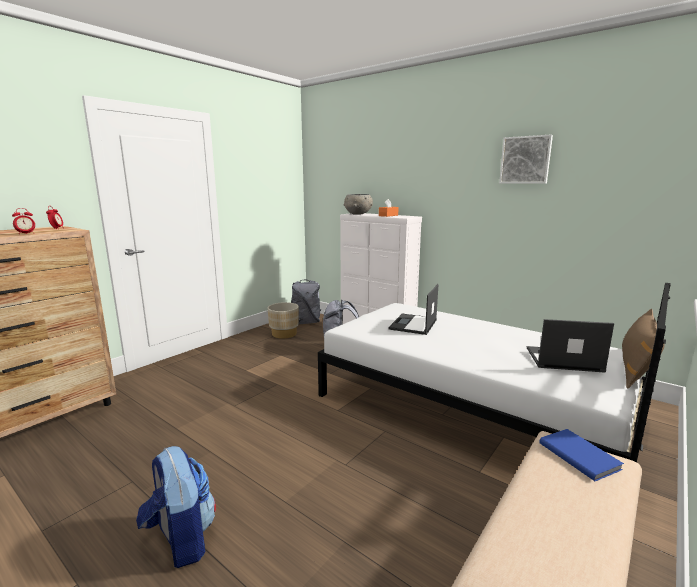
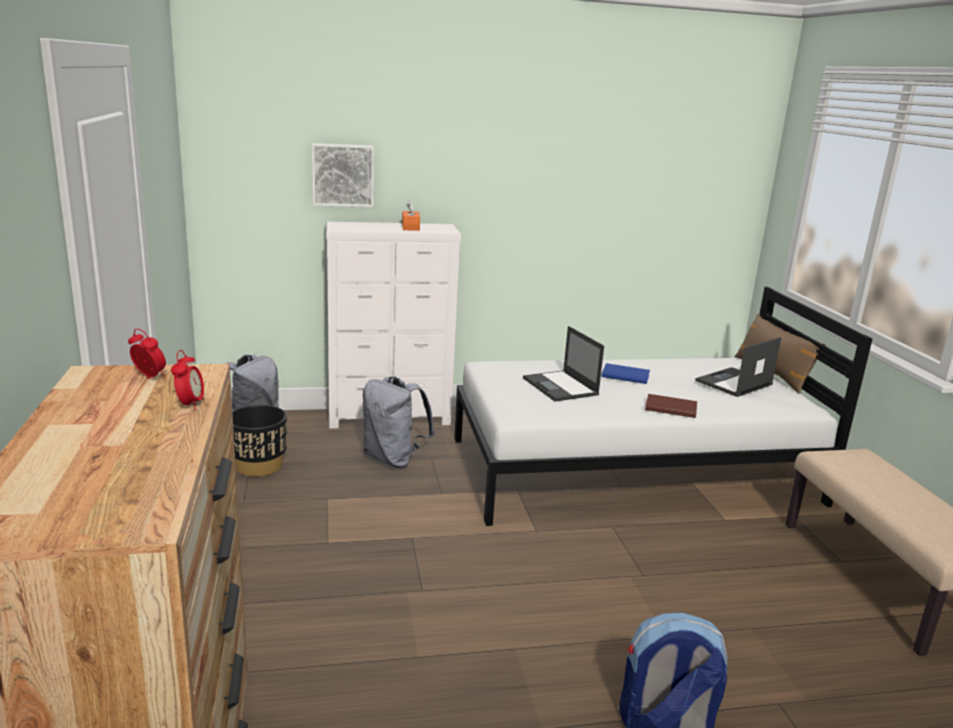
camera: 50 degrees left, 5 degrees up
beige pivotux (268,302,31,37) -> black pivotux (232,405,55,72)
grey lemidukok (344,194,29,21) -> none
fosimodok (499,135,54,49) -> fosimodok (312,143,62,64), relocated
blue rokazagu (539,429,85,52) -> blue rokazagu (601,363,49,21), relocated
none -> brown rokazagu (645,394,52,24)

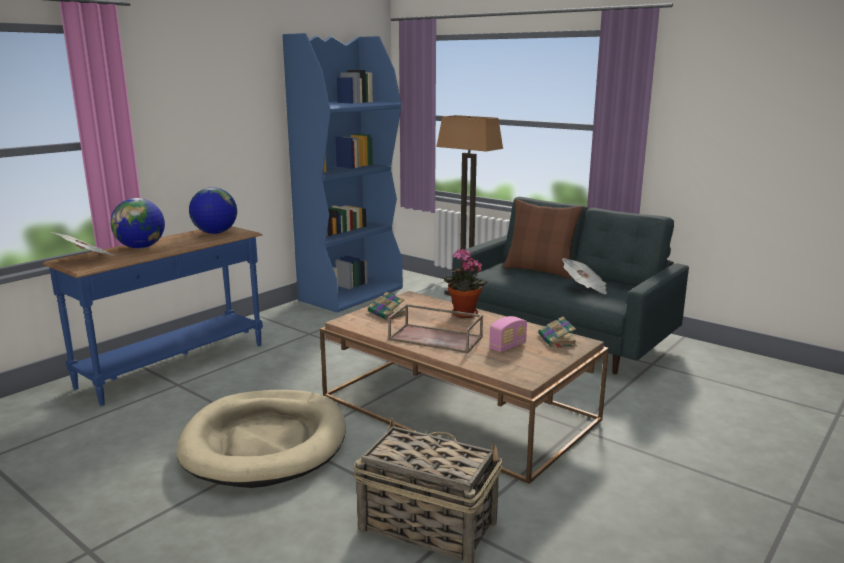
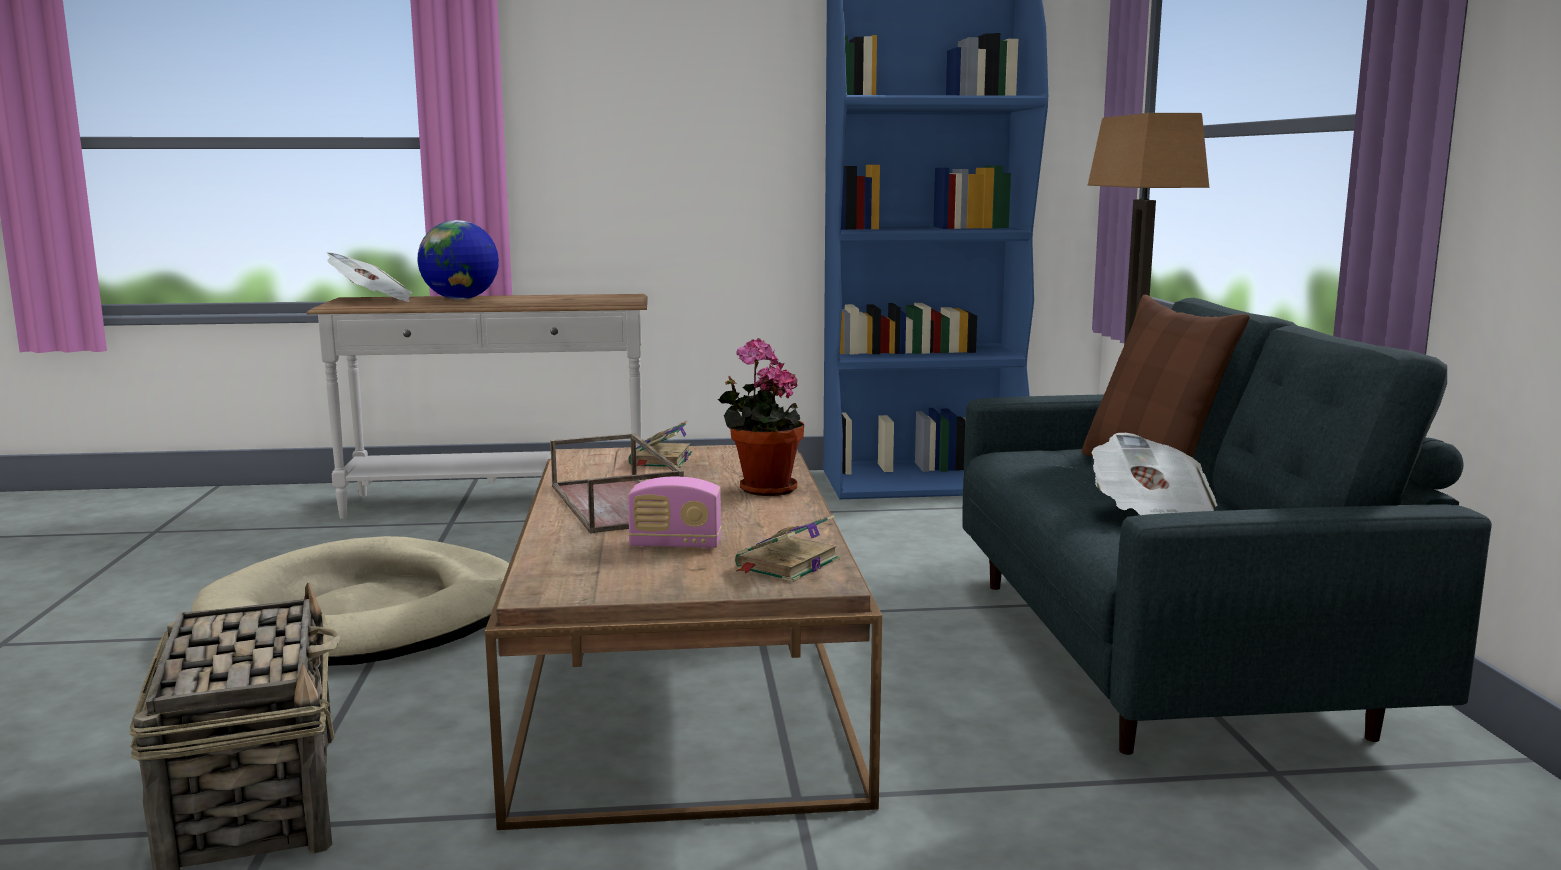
camera: 45 degrees right, 5 degrees down
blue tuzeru (43,226,220,180) -> white tuzeru (307,294,341,225)
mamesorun (189,187,48,47) -> none

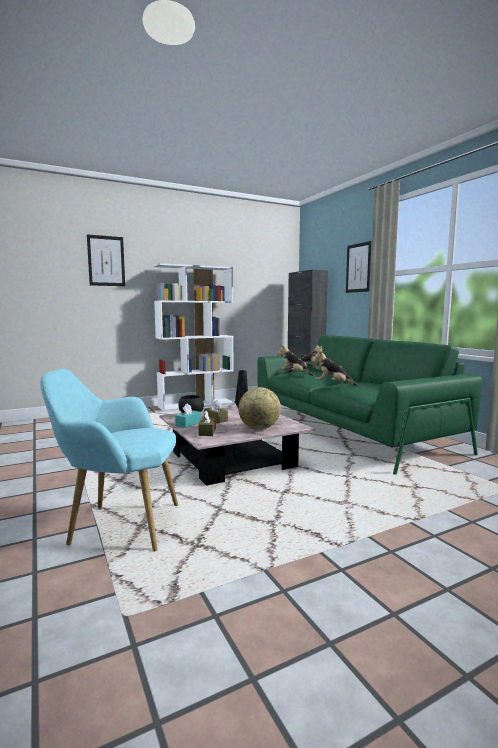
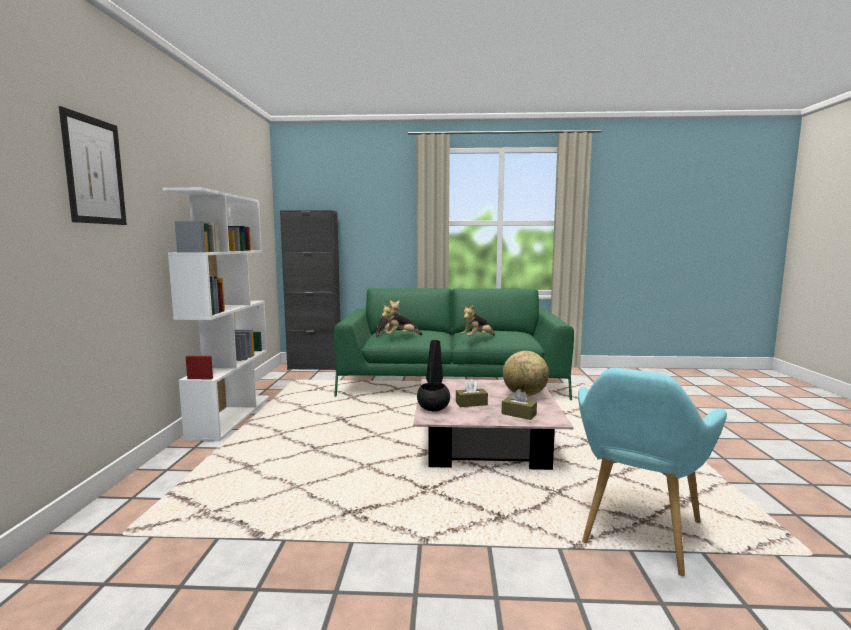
camera: 60 degrees left, 0 degrees up
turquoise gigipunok (175,403,26,25) -> none
fosimodok (346,241,25,52) -> none

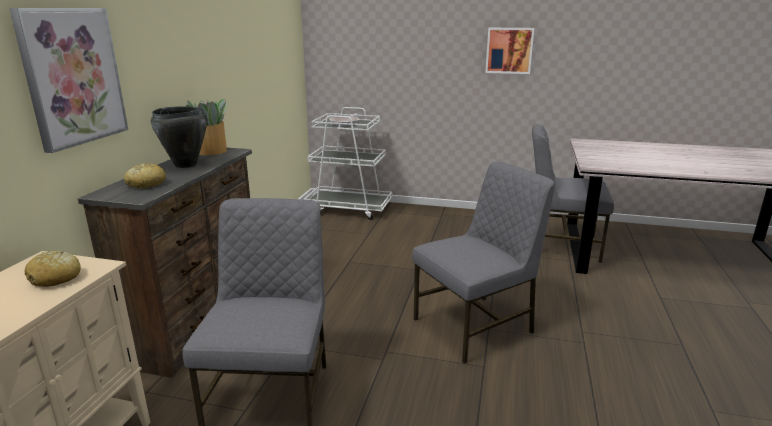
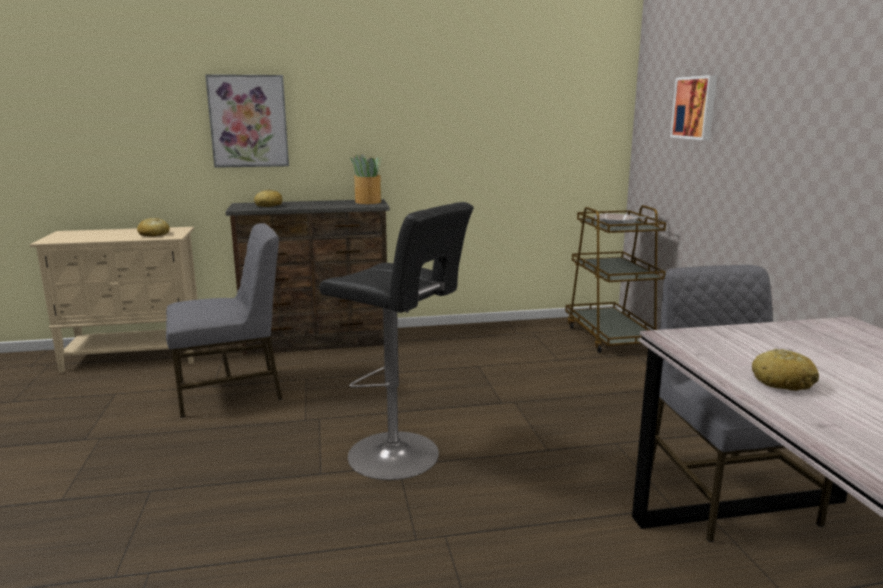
camera: 65 degrees right, 5 degrees down
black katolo (151,107,56,61) -> none
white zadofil (303,107,89,113) -> brown zadofil (565,205,101,148)
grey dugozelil (412,162,143,202) -> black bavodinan (319,202,155,278)
fosimodok (485,28,49,46) -> fosimodok (670,75,47,65), relocated
none -> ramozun (752,348,67,43)

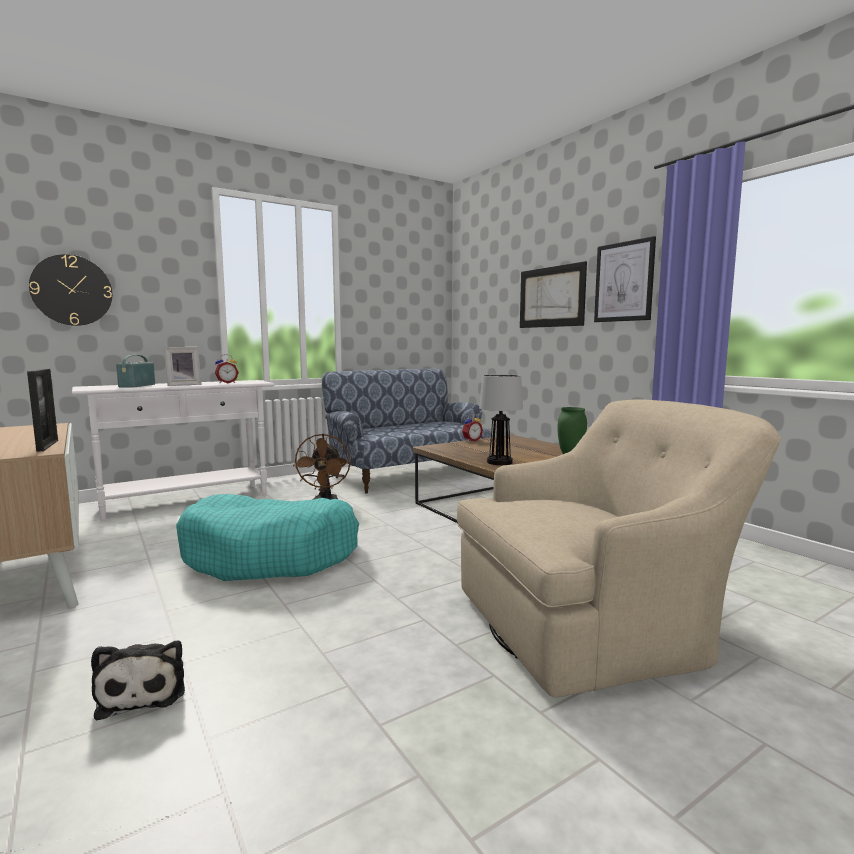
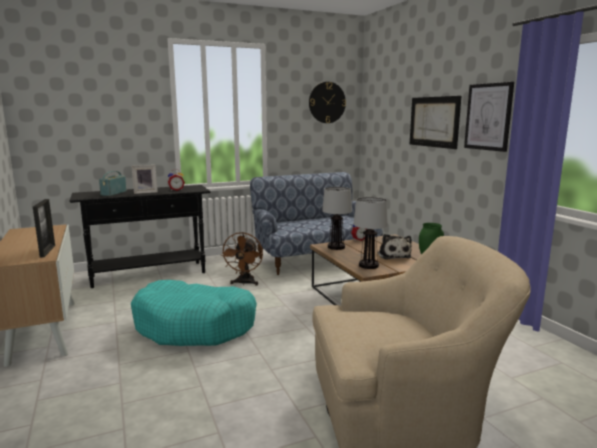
camera: 10 degrees right, 5 degrees up
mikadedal (29,254,83,72) -> mikadedal (309,82,37,41), relocated
white tuzeru (72,380,203,141) -> black tuzeru (69,185,141,103)
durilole (91,640,94,80) -> durilole (378,234,34,26), relocated
none -> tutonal (322,187,30,63)

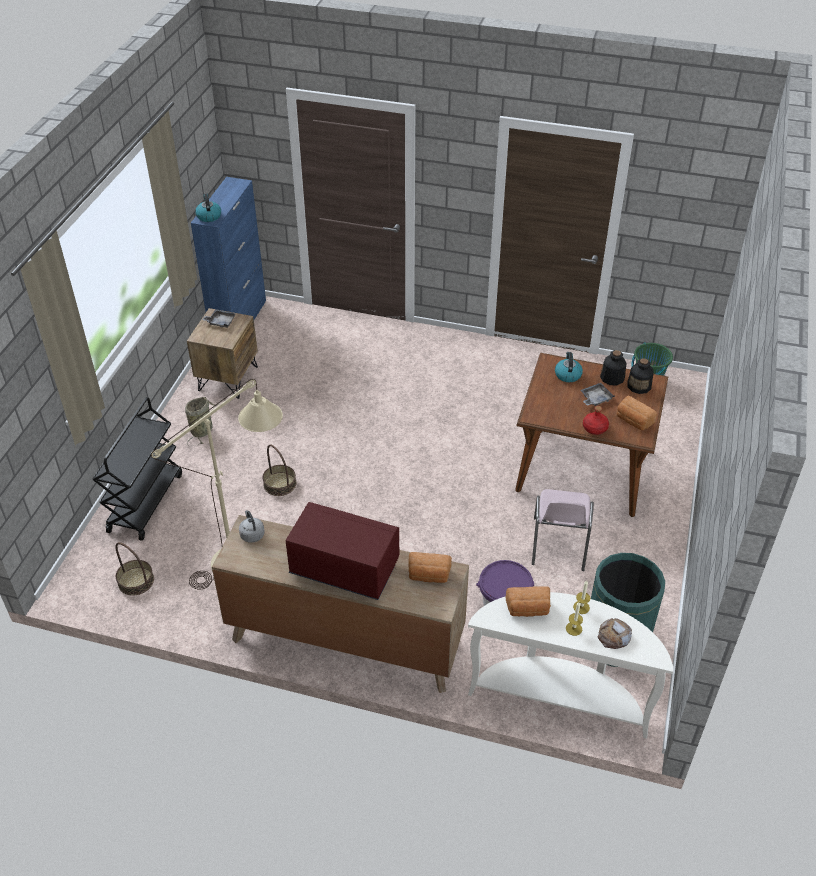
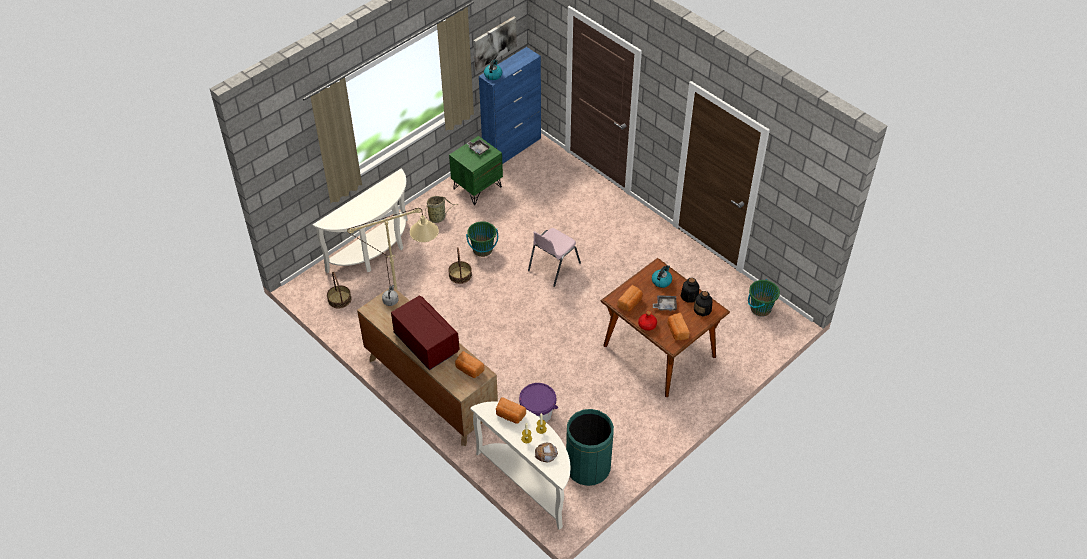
camera: 30 degrees right, 5 degrees up
black zadofil (92,397,90,144) -> white tuzeru (313,169,95,104)
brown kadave (187,308,71,91) -> green kadave (449,136,54,69)
pink dugozelil (532,489,62,82) -> pink dugozelil (528,228,53,59), relocated
none -> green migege (466,221,32,36)
none -> fosimodok (473,16,44,54)
none -> ramozun (617,285,26,27)

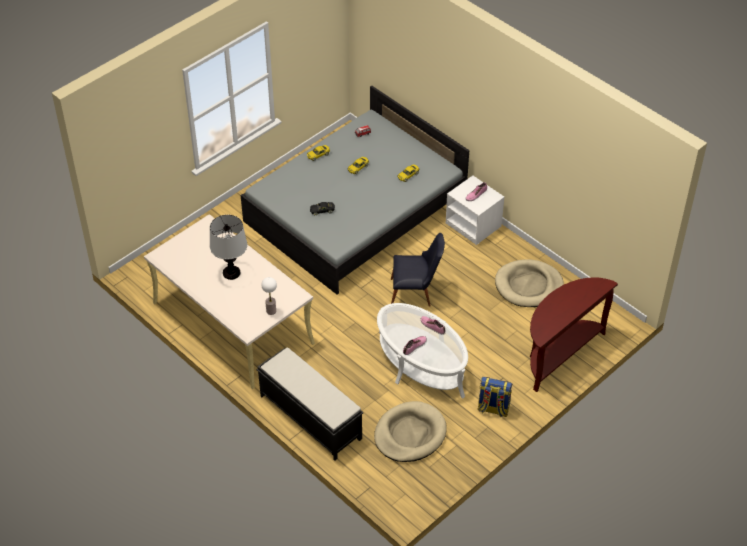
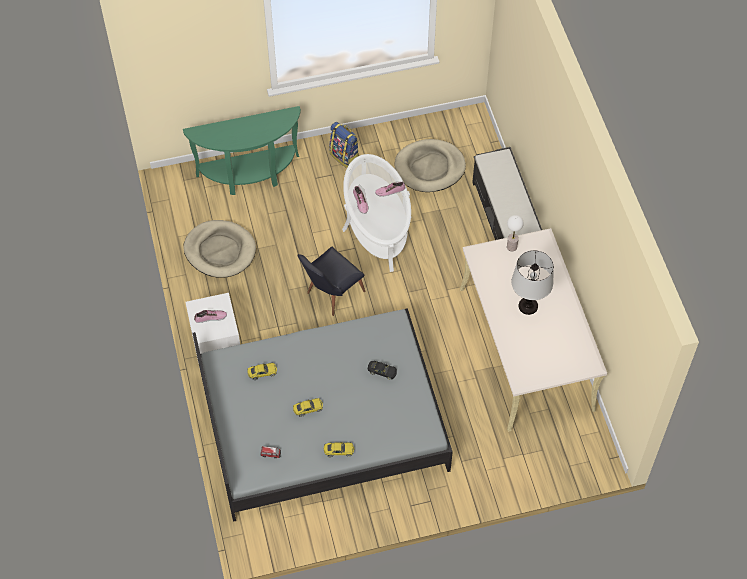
camera: 150 degrees left, 10 degrees up
black dugozelil (391,233,54,74) -> black dugozelil (297,247,68,69), 75 degrees counterclockwise
brown tuzeru (530,277,88,115) -> green tuzeru (183,106,118,89)

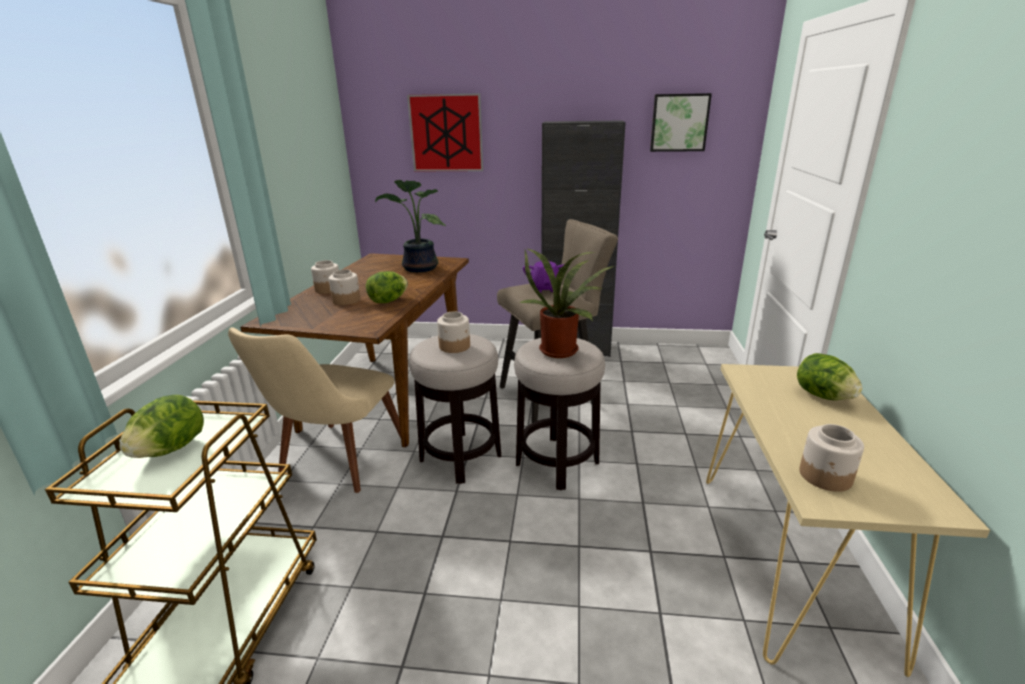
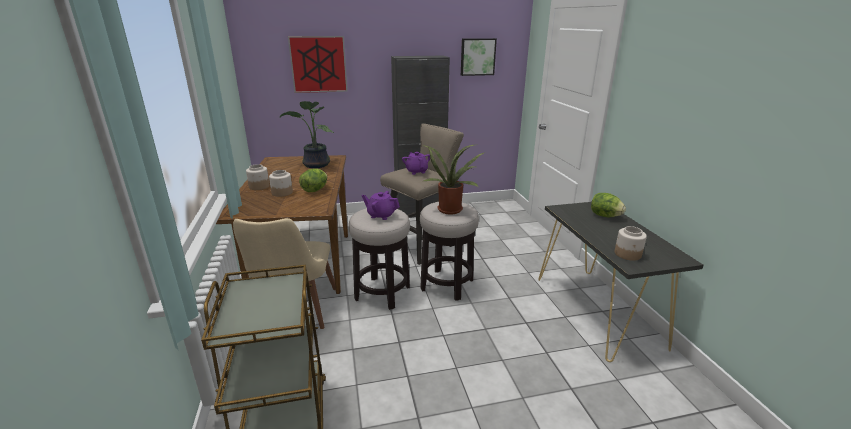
camera: 20 degrees left, 0 degrees up
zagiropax (119,395,85,63) -> none
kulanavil (437,311,33,42) -> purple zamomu (362,191,38,29)
beige tuzeru (706,364,284,313) -> black tuzeru (538,202,166,160)

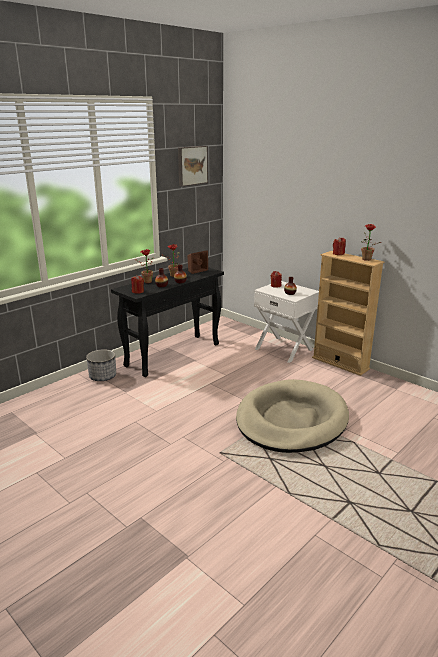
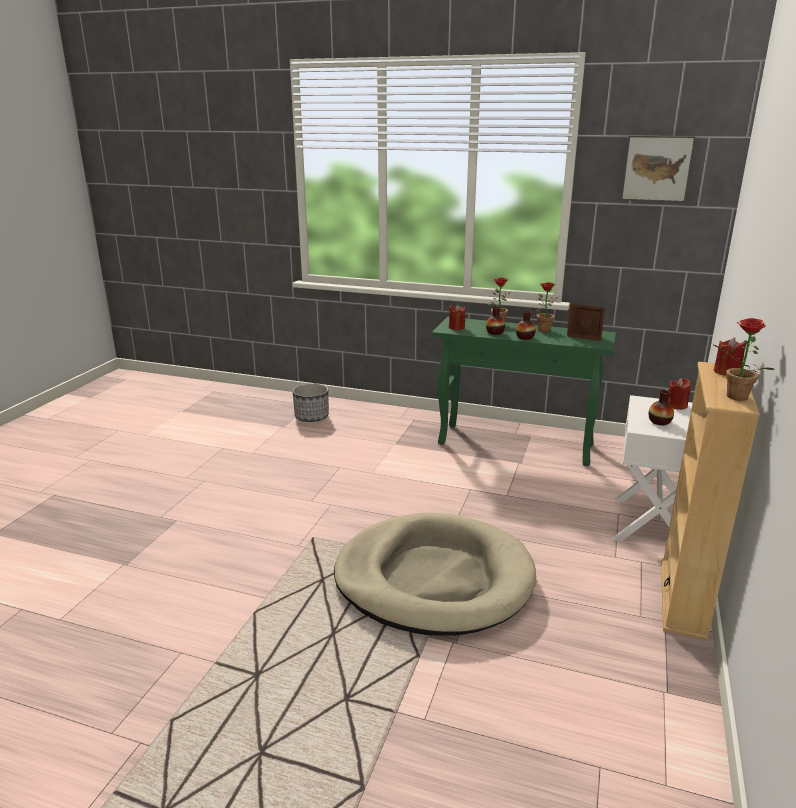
camera: 65 degrees right, 0 degrees up
pivotux (86,349,30,32) -> pivotux (292,383,37,39), relocated
black tuzeru (111,267,113,110) -> green tuzeru (432,317,184,149)

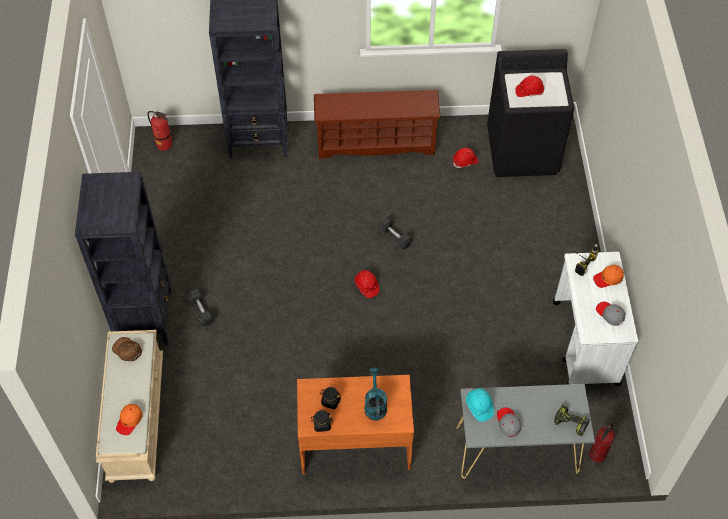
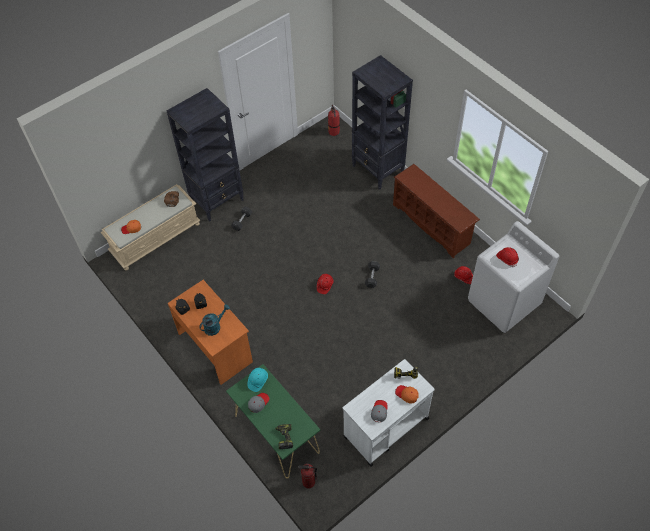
camera: 55 degrees right, 0 degrees up
grey tuzeru (456,384,139,95) -> green tuzeru (226,364,95,114)
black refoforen (487,49,87,128) -> white refoforen (468,221,91,112)

